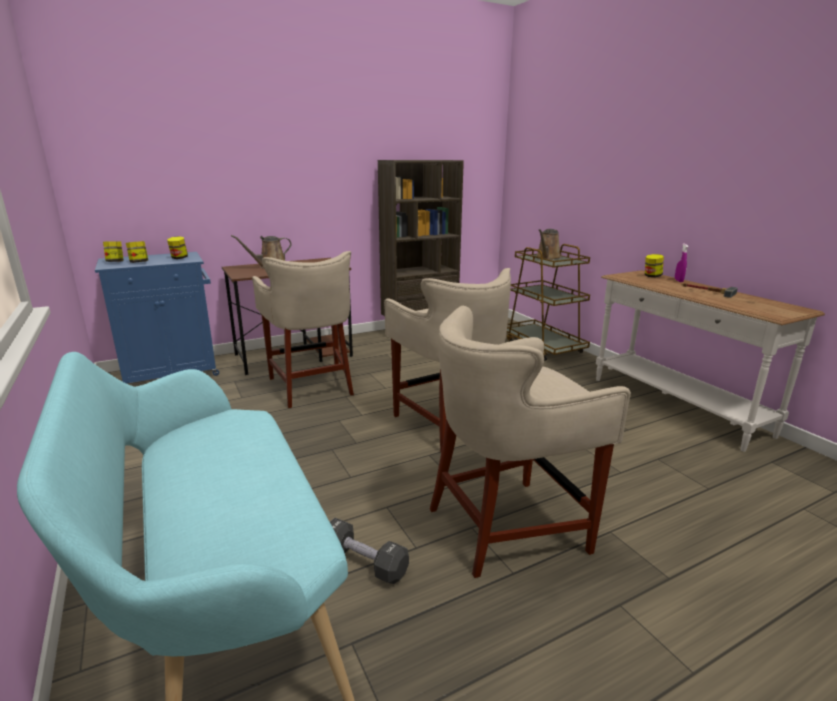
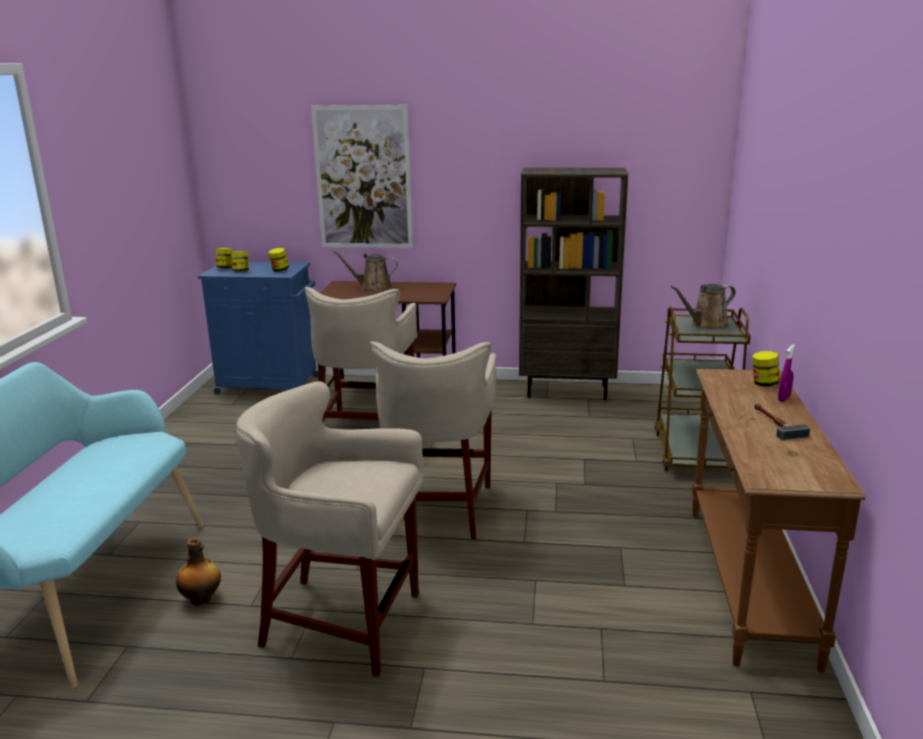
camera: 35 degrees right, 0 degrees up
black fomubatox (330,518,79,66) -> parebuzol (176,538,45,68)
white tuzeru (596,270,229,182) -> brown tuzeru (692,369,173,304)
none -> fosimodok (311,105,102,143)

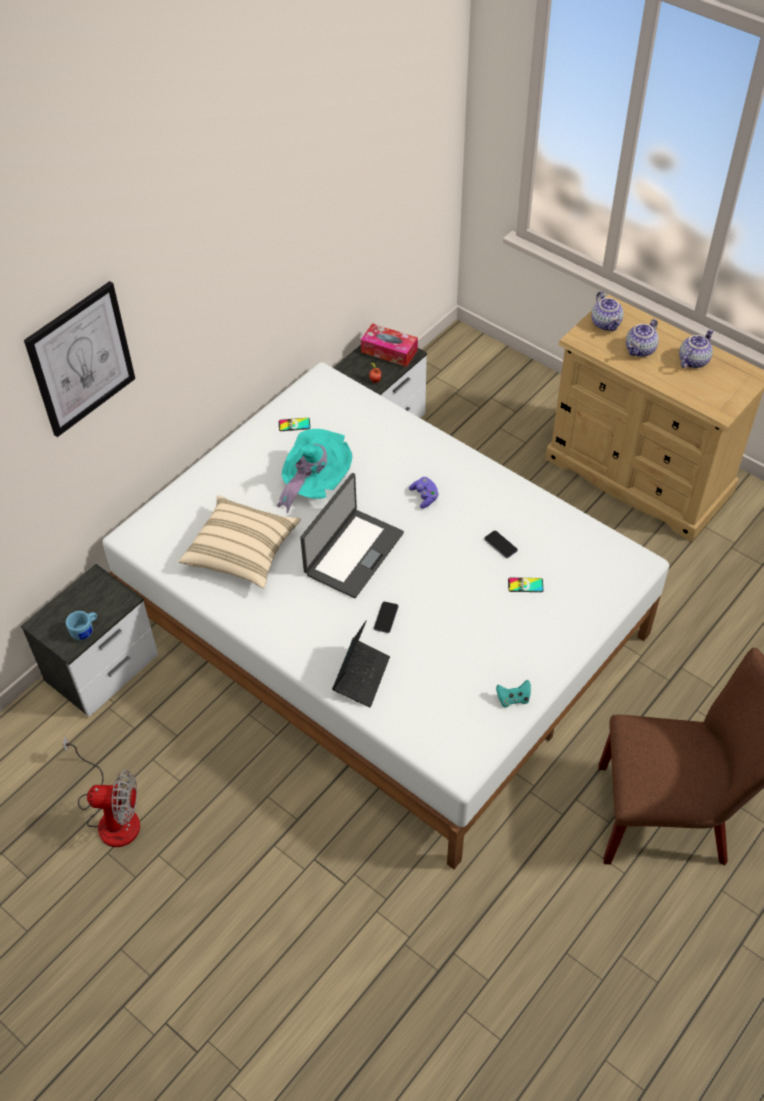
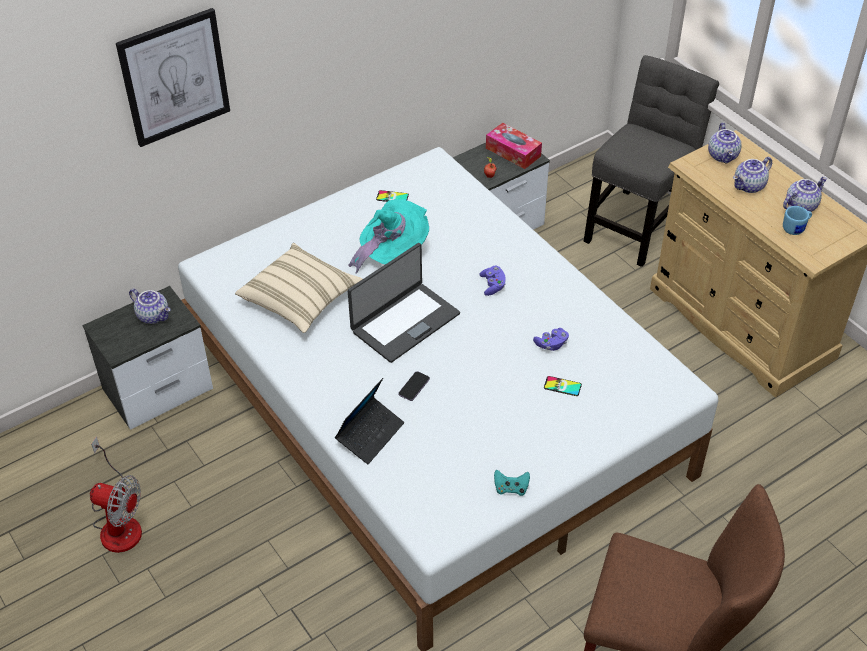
camera: 15 degrees right, 5 degrees down
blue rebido (66,611,31,29) -> blue rebido (783,206,29,29), relocated
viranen (484,531,34,27) -> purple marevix (533,328,36,23)
none -> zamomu (129,289,41,35)
none -> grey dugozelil (584,55,135,212)

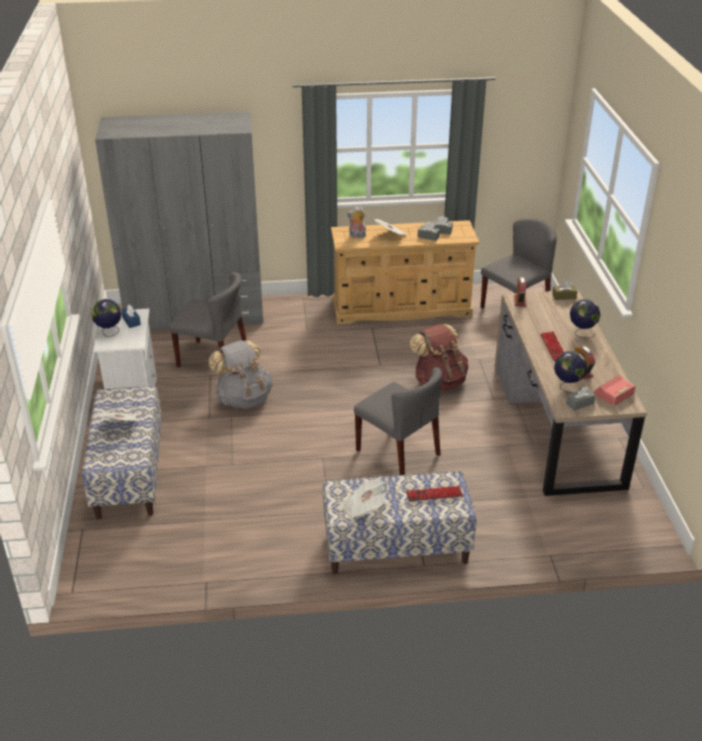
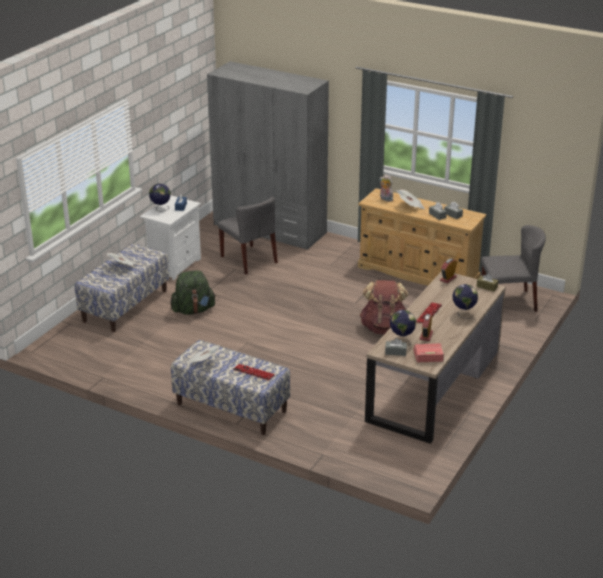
camera: 35 degrees right, 5 degrees down
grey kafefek (208,340,65,69) -> none
grey dugozelil (354,367,88,108) -> none
none -> green kafefek (170,270,46,45)

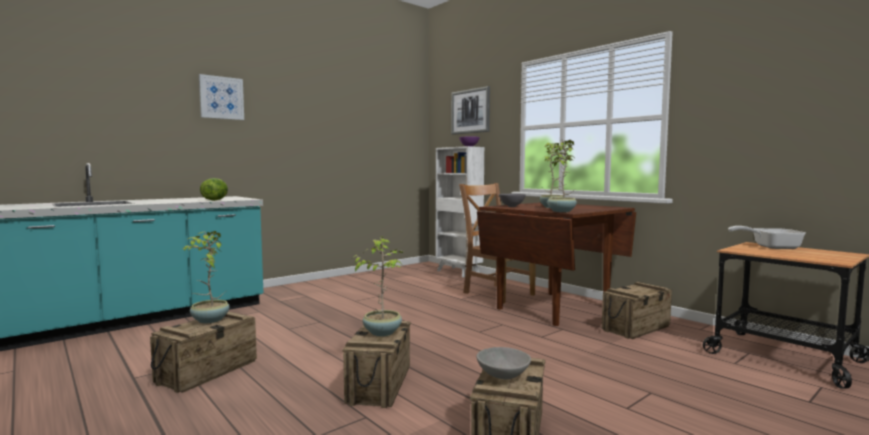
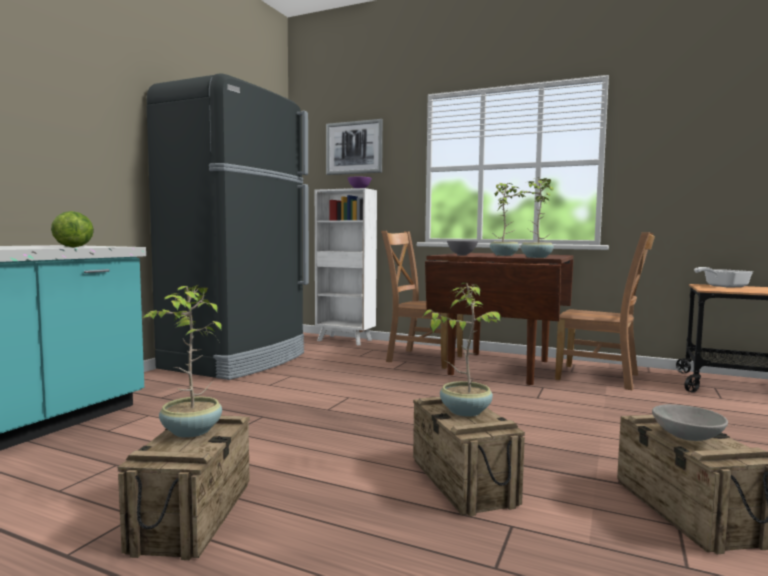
camera: 25 degrees left, 0 degrees up
fosimodok (199,74,45,46) -> none
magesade (602,282,70,57) -> brown dugozelil (555,232,100,158)
none -> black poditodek (147,73,162,307)

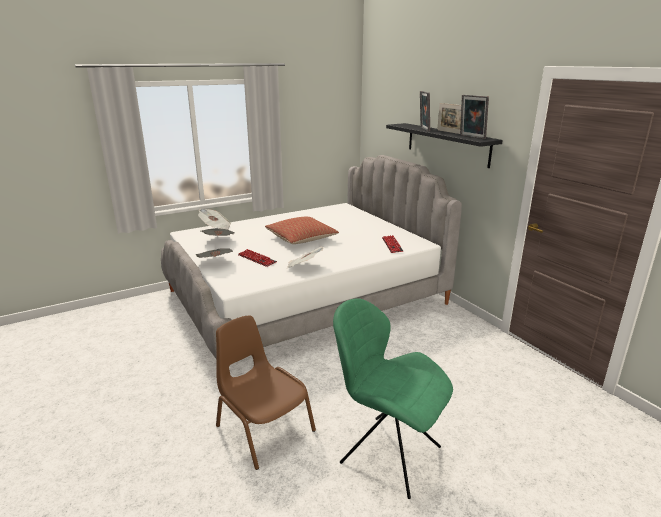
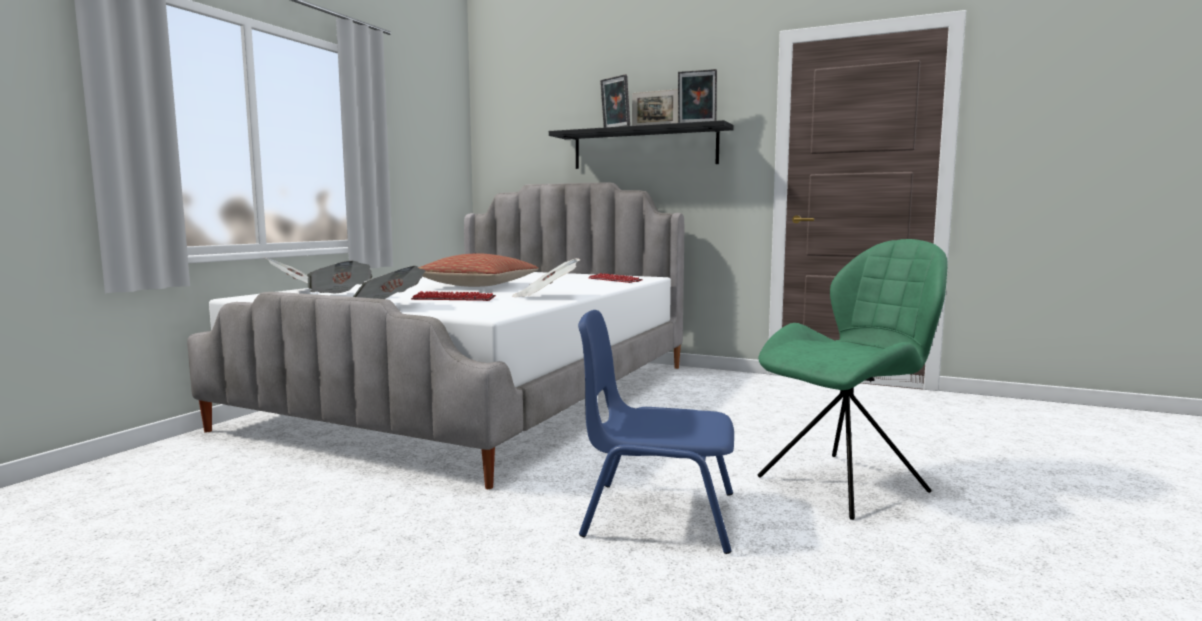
camera: 35 degrees left, 15 degrees down
brown dugozelil (216,316,100,154) -> blue dugozelil (578,310,156,244)
green dugozelil (333,298,120,201) -> green dugozelil (758,239,190,281), 150 degrees clockwise

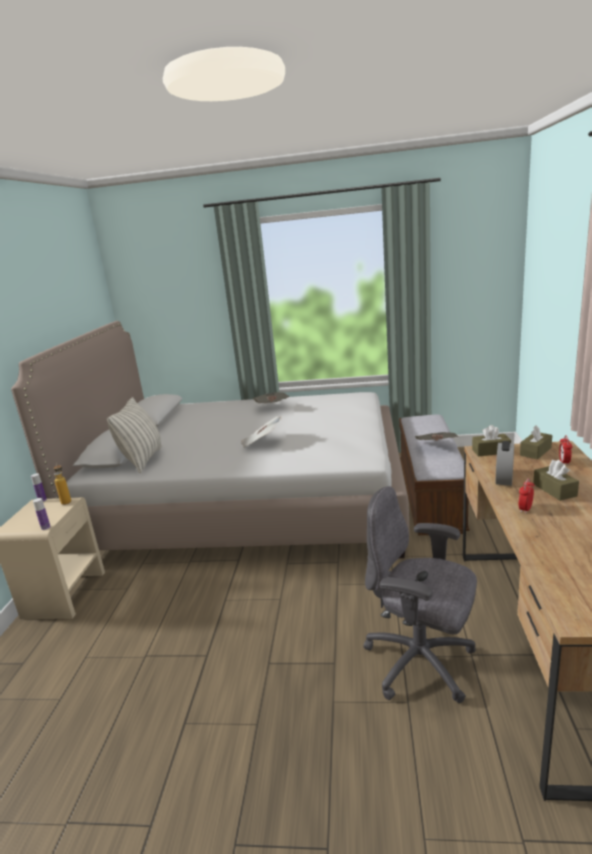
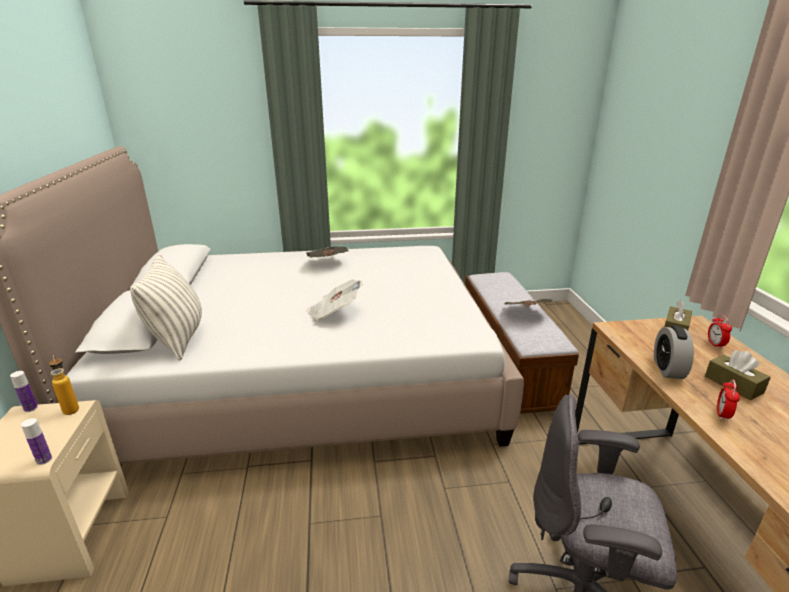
camera: 15 degrees left, 5 degrees up
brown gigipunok (472,425,39,31) -> none

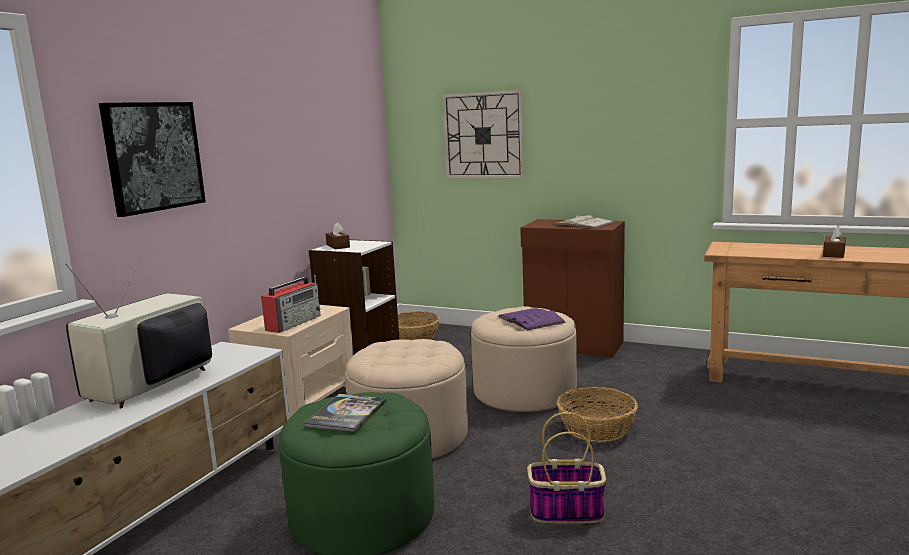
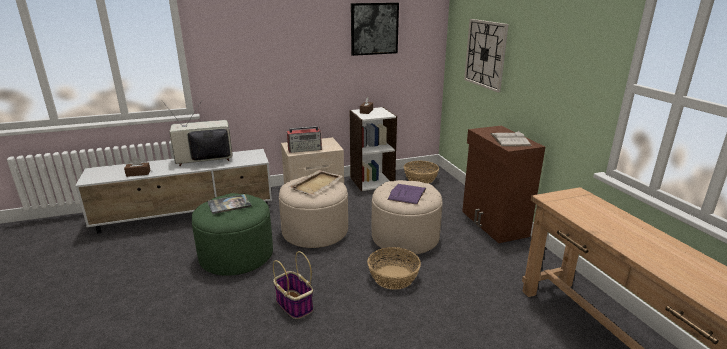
camera: 45 degrees right, 10 degrees up
fosimodok (99,102,107,115) -> fosimodok (351,3,48,53), relocated
brown gigipunok (823,226,23,32) -> brown gigipunok (124,157,27,20), relocated
none -> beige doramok (288,170,55,26)

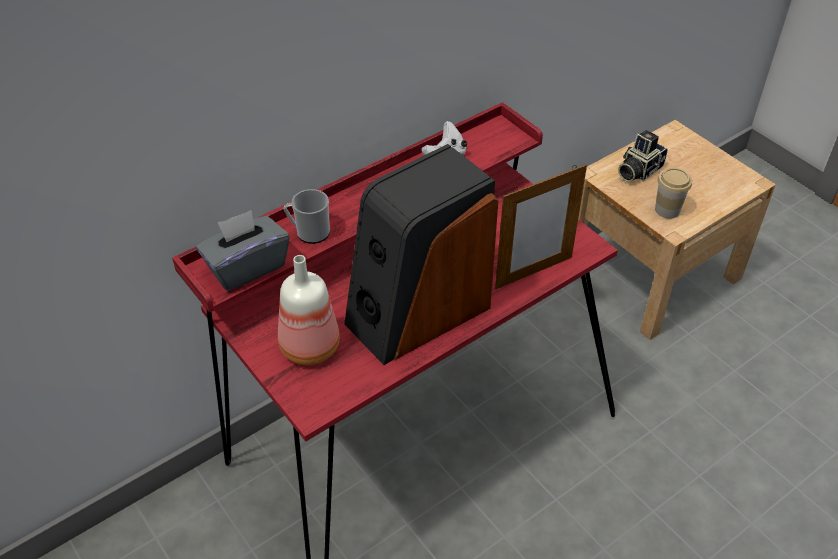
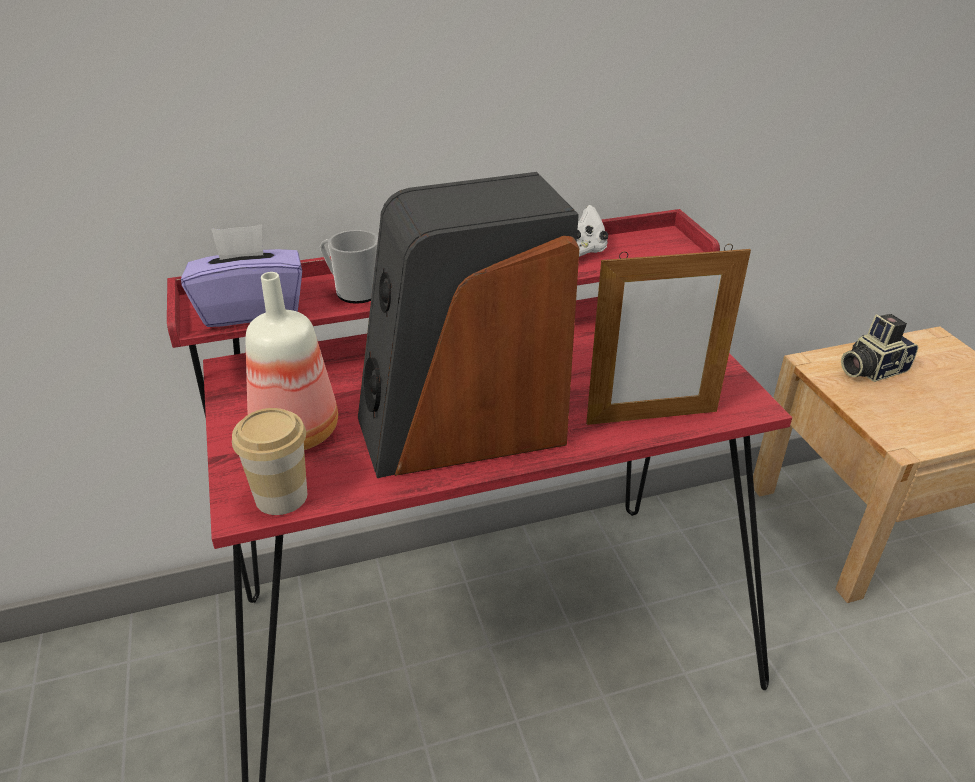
camera: 20 degrees right, 10 degrees down
grey gigipunok (196,210,93,81) -> purple gigipunok (181,224,121,103)
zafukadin (655,168,37,51) -> zafukadin (232,408,75,107), relocated

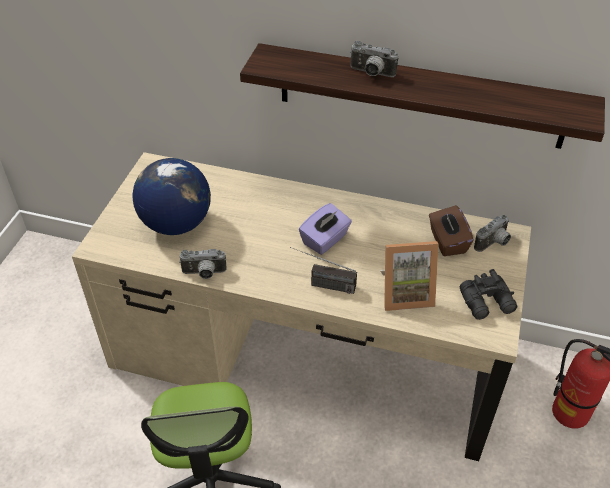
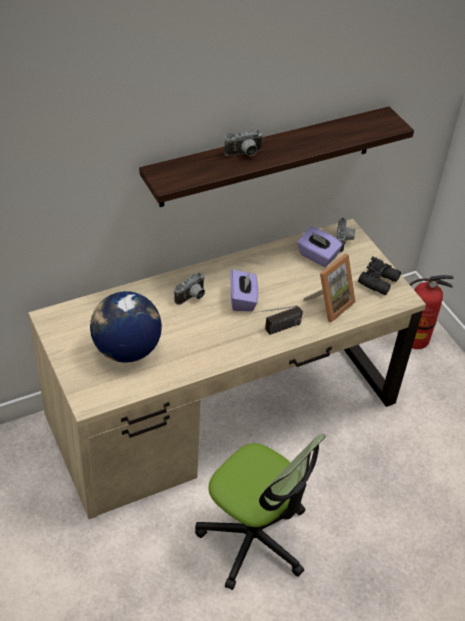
camera: 45 degrees left, 0 degrees up
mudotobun (179,249,47,30) -> mudotobun (174,273,31,32), relocated
brown gigipunok (429,205,44,51) -> purple gigipunok (297,227,46,40)

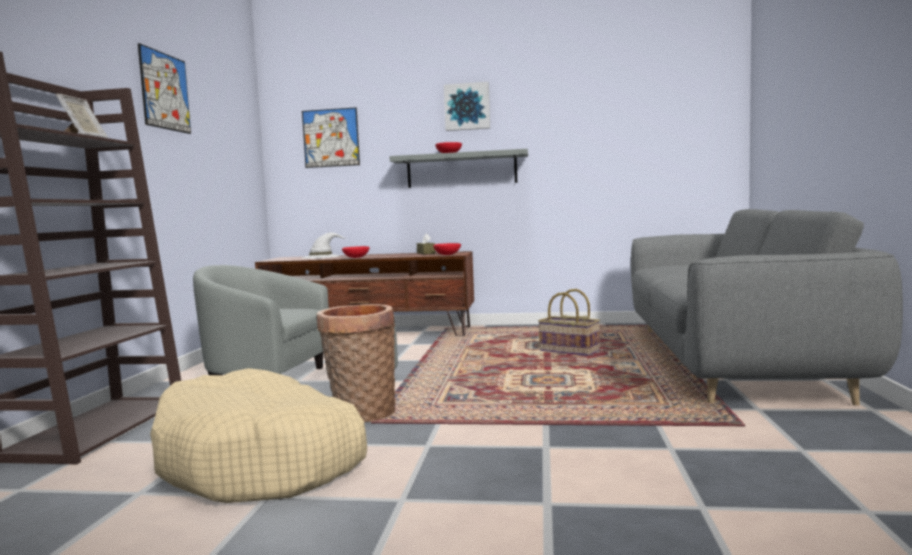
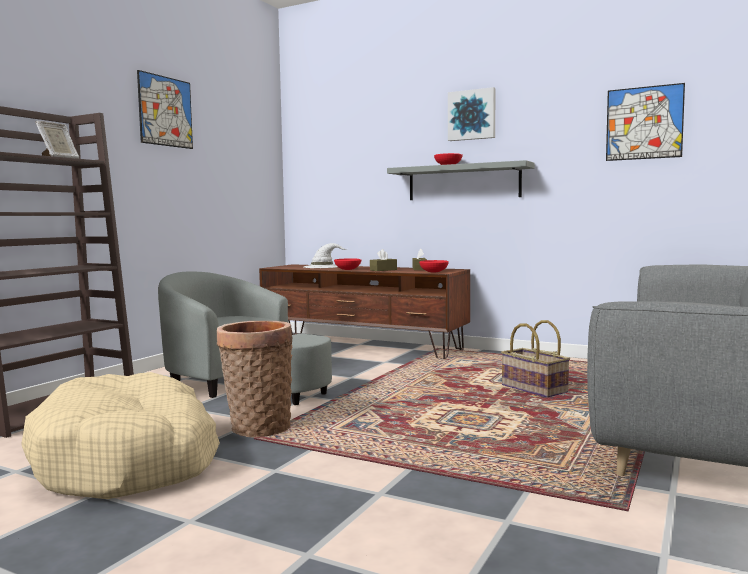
camera: 20 degrees right, 0 degrees up
fosimodok (302,107,58,61) -> fosimodok (606,83,79,78), relocated
none -> brown gigipunok (370,249,27,22)

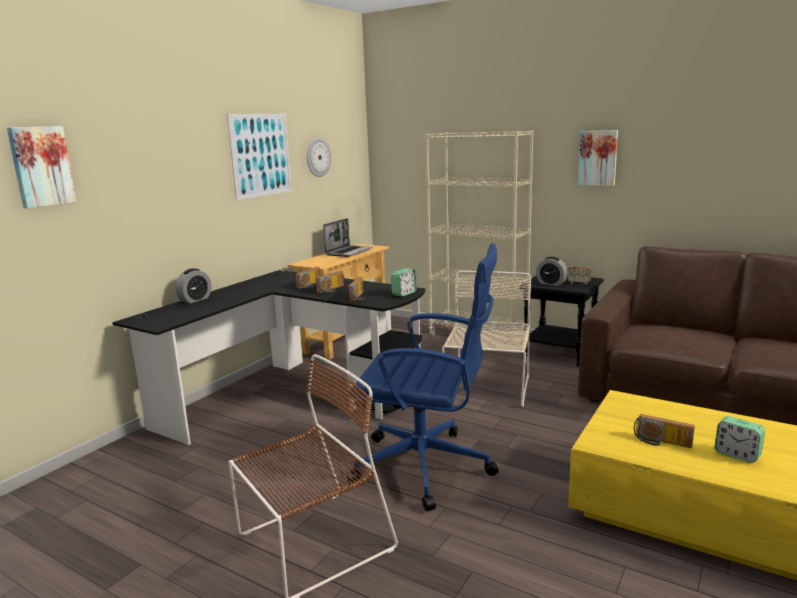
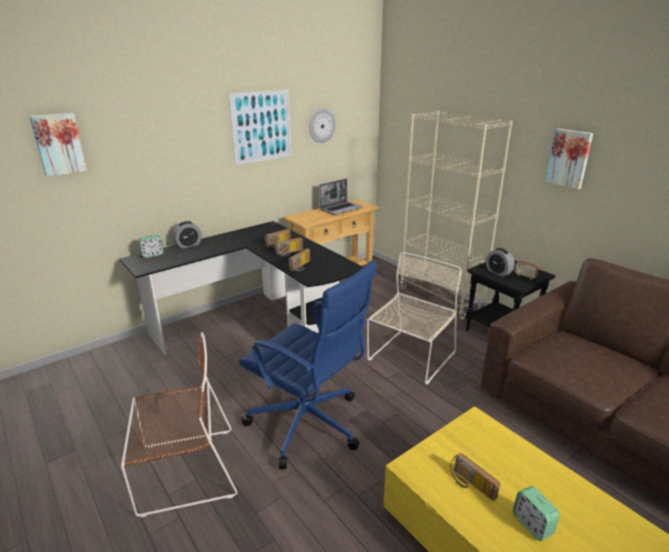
camera: 20 degrees right, 10 degrees up
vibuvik (391,268,26,29) -> vibuvik (138,235,26,23), relocated

